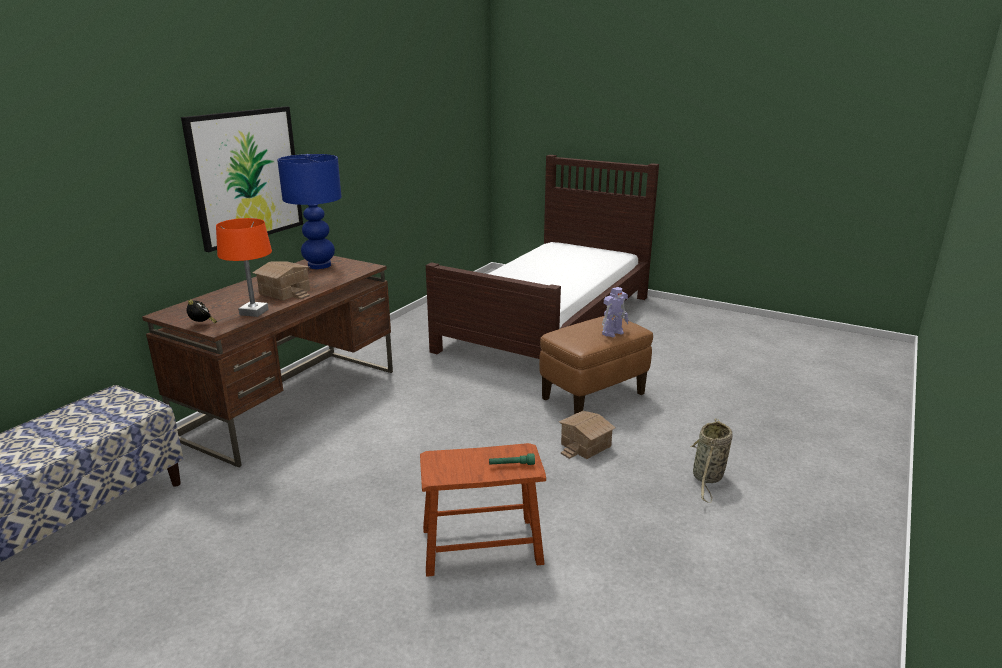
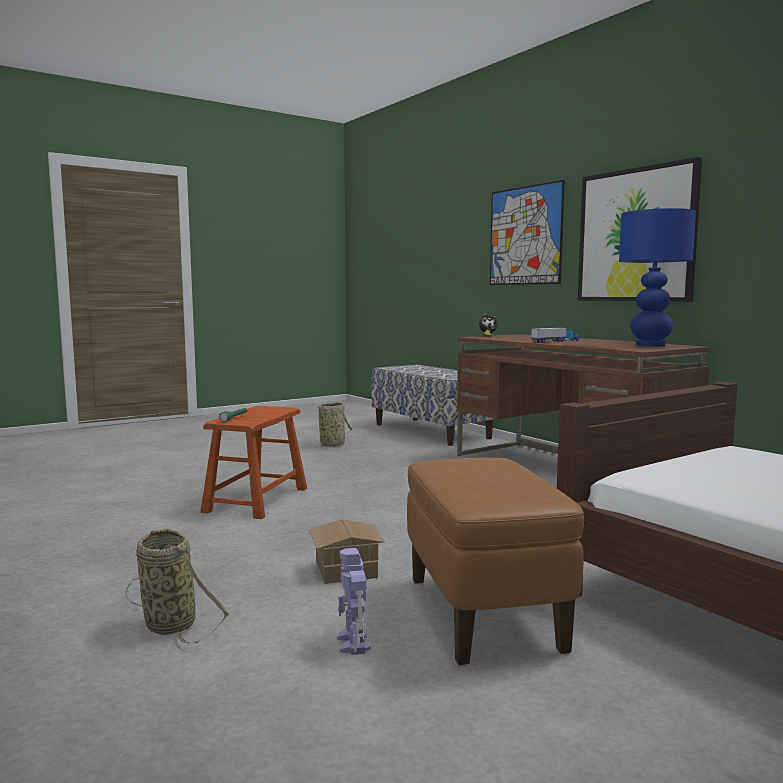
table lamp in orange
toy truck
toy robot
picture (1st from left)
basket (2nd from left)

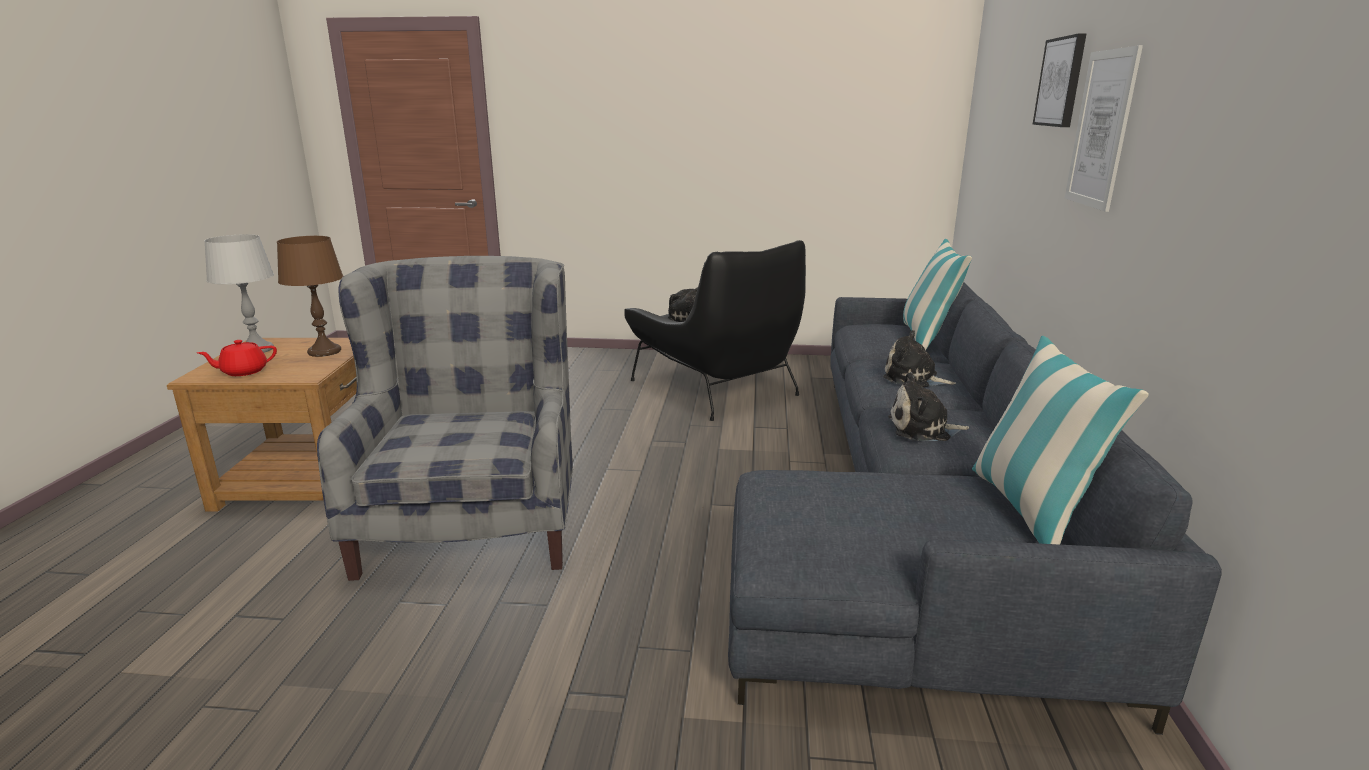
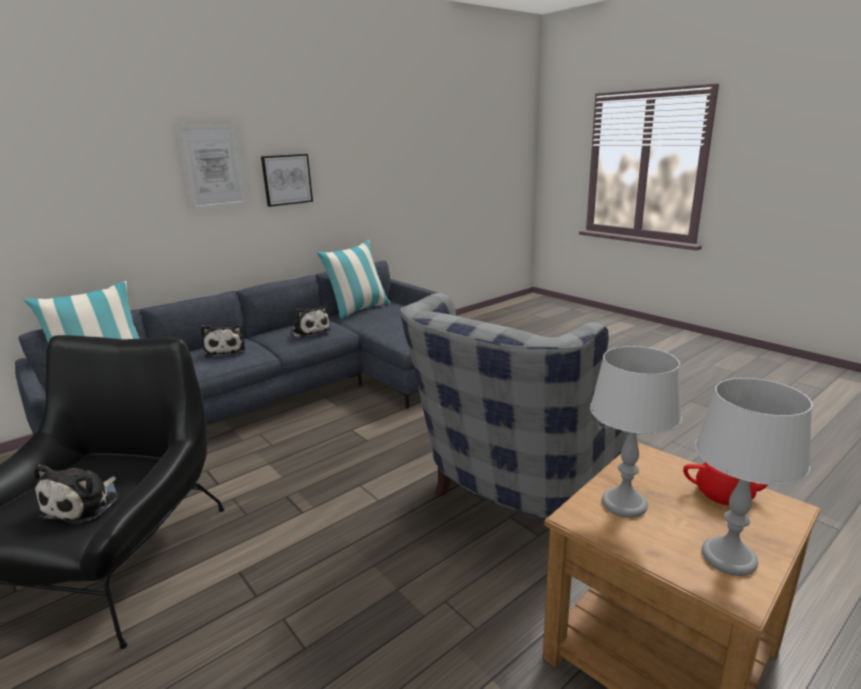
picture (2nd from left)
table lamp in grey (1st from left)

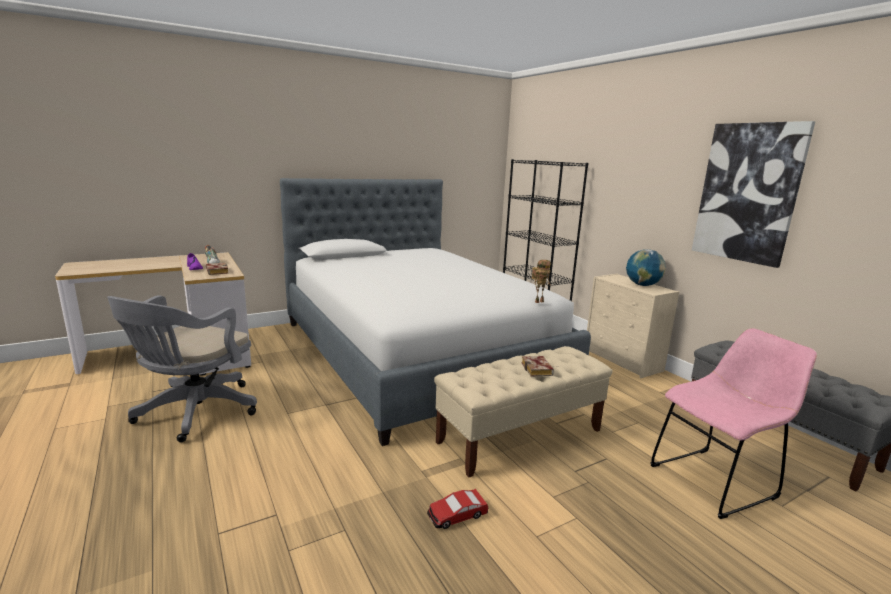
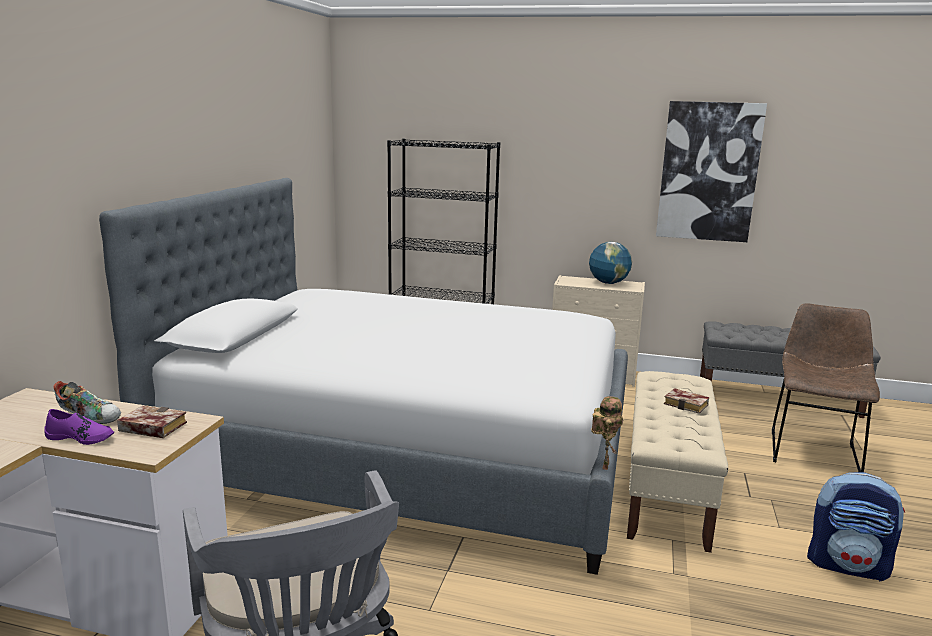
toy robot
chair in brown
toy car
backpack

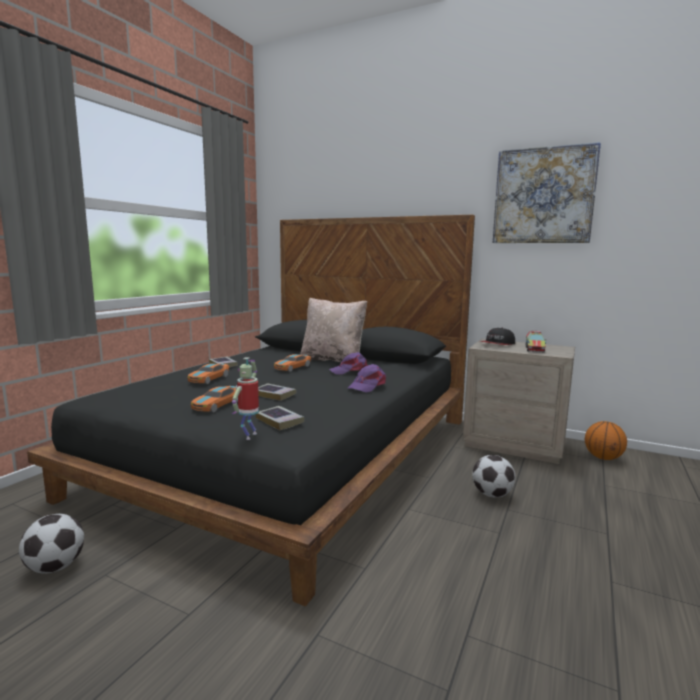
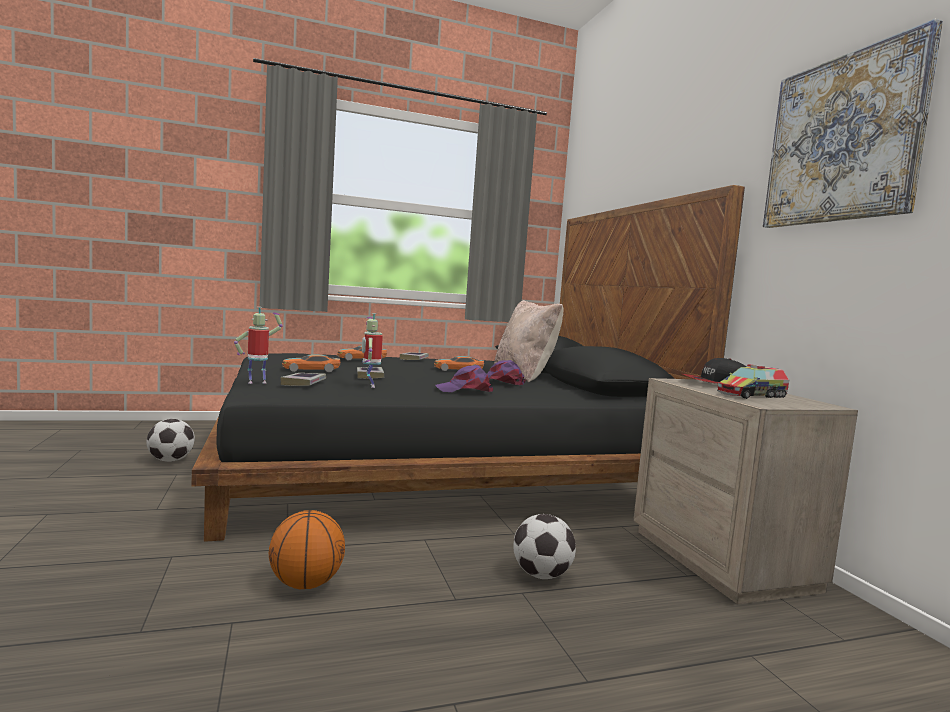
basketball
toy robot (2nd from left)

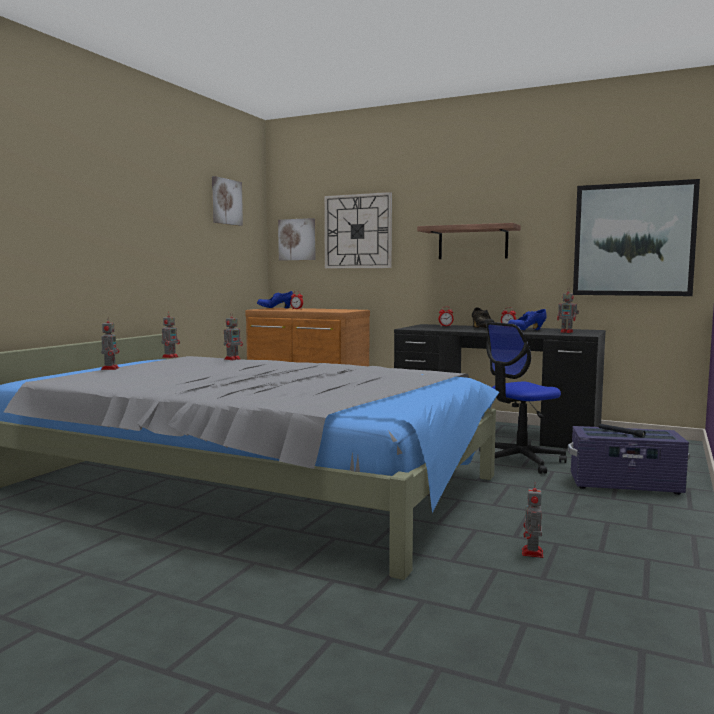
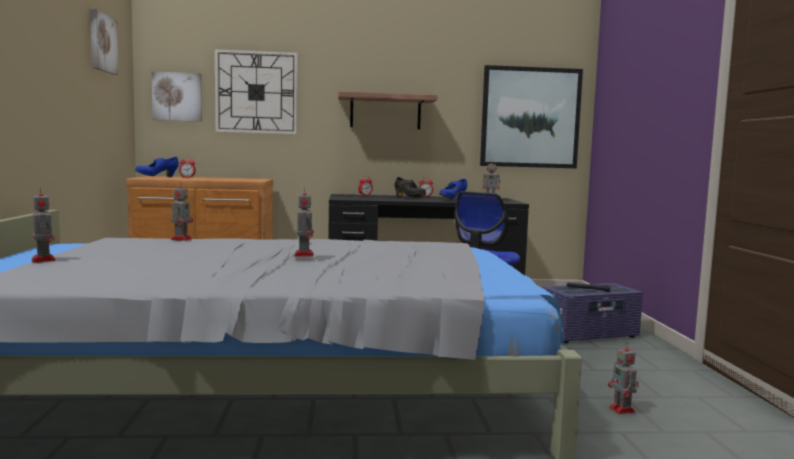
toy robot (3rd from left)

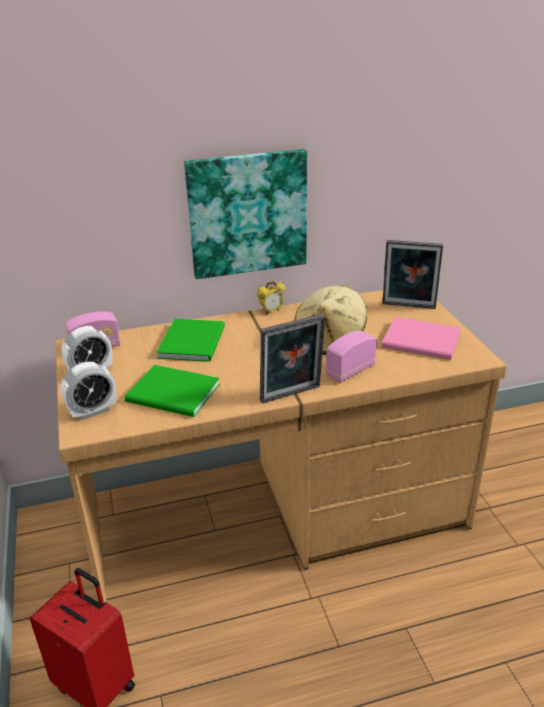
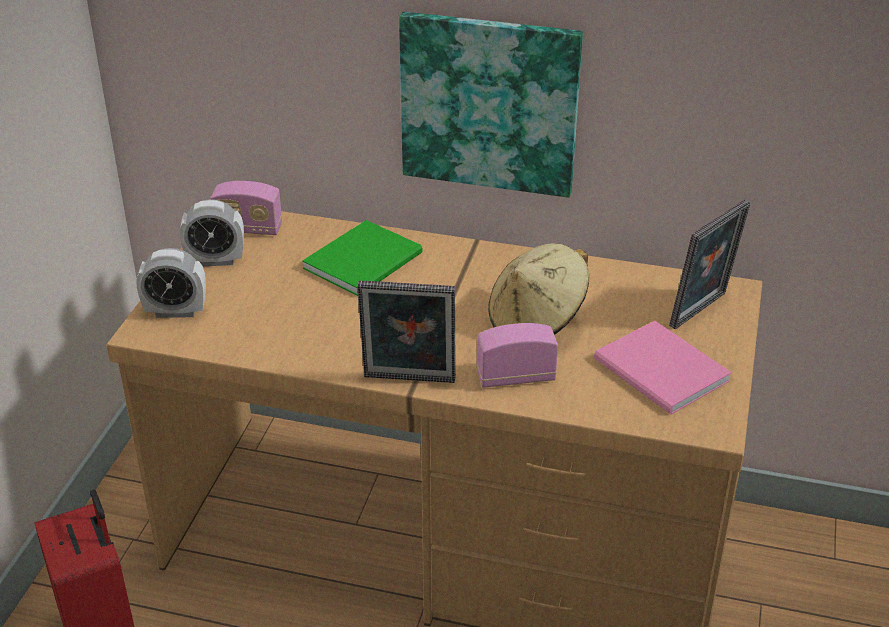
picture frame (2nd from left)
alarm clock (3rd from left in the first image)
book in green (1st from left in the first image)

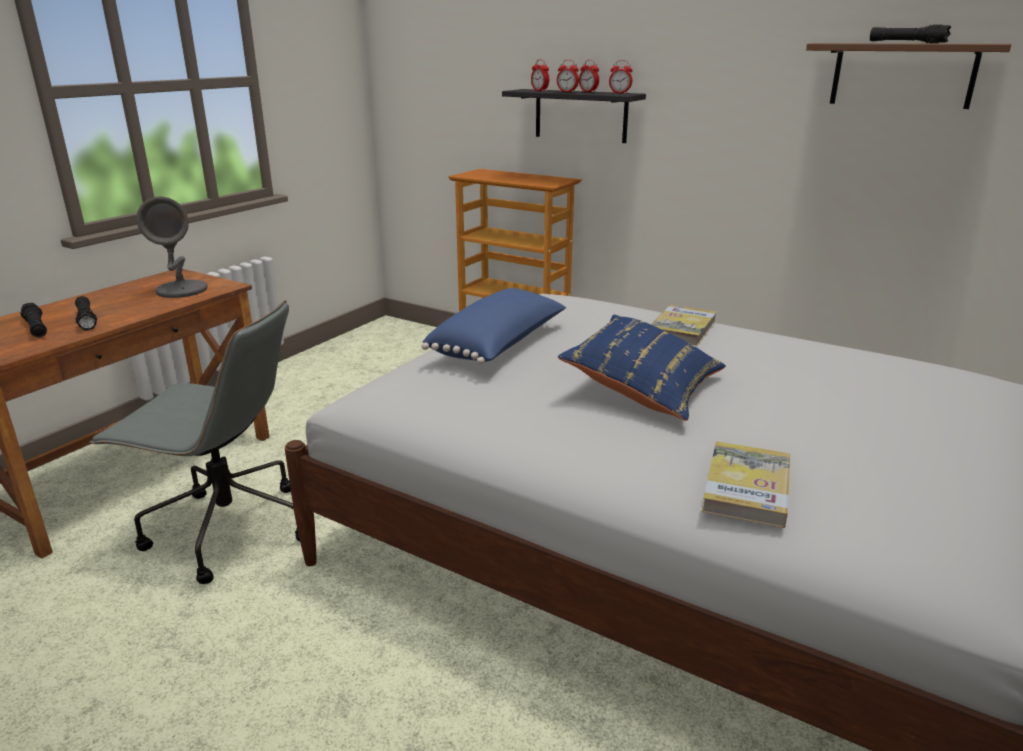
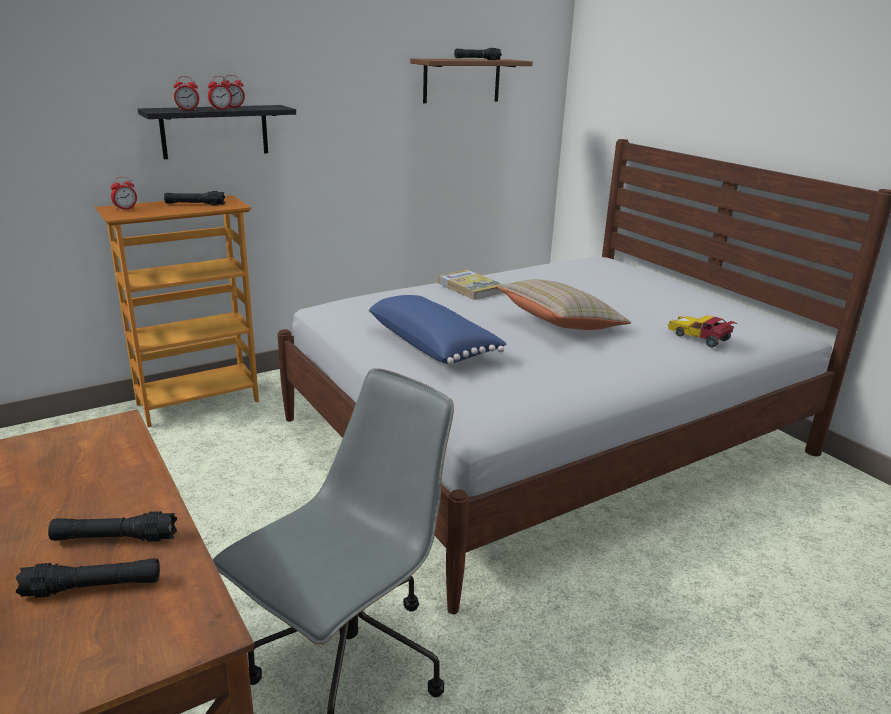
alarm clock (1st from left)
table lamp in grey
pillow in beige
toy car
flashlight in black (3rd from left)

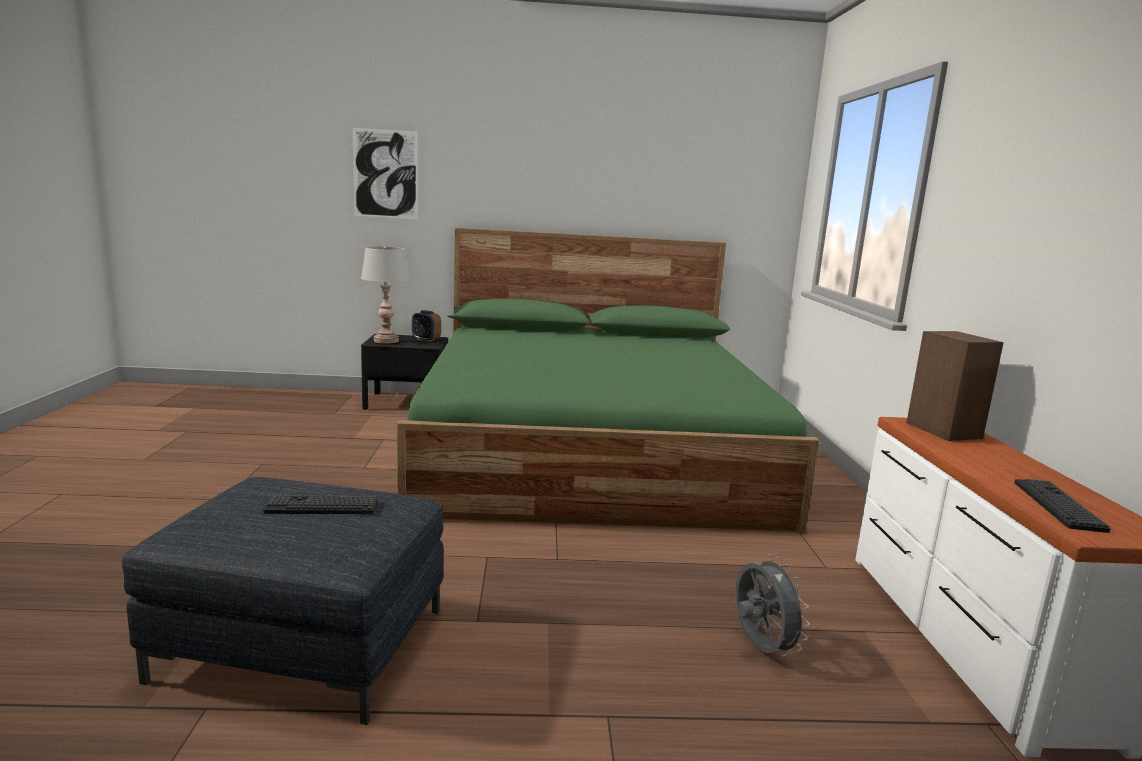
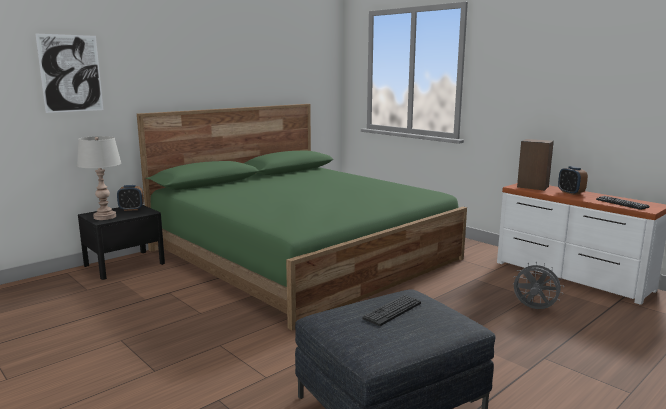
alarm clock (2nd from left)

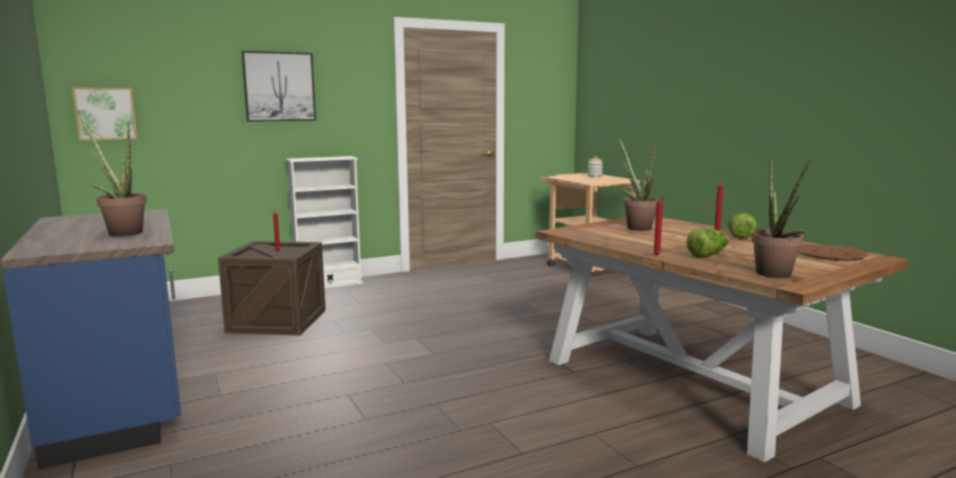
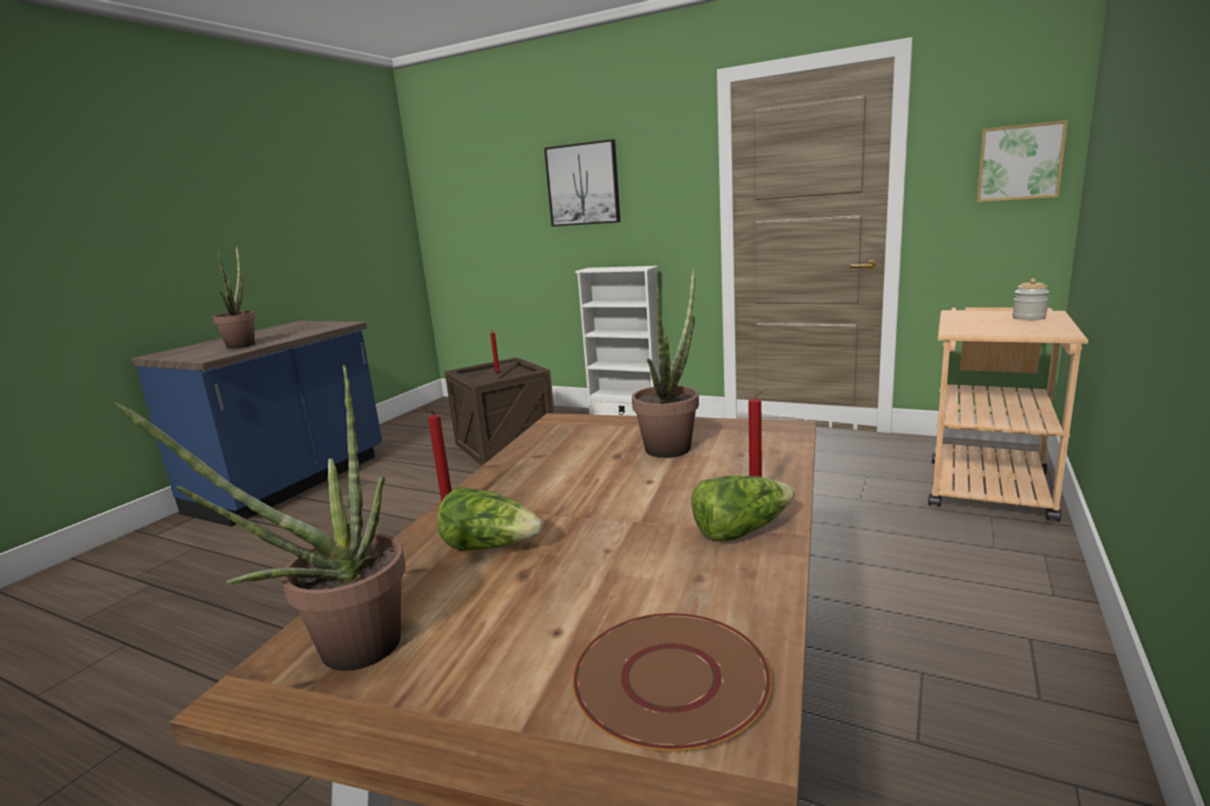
picture (2nd from left)

